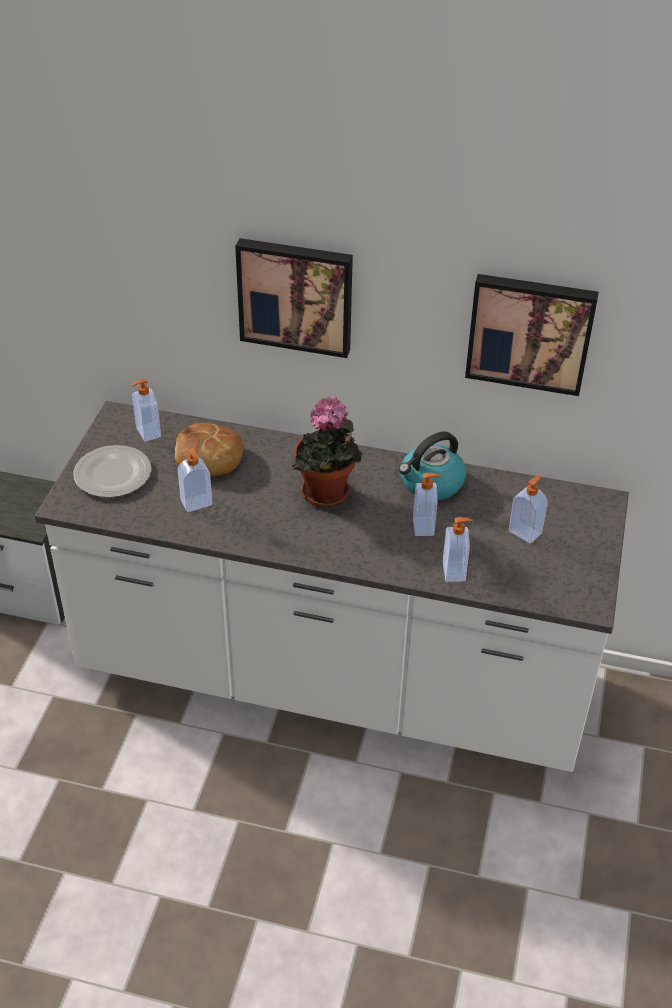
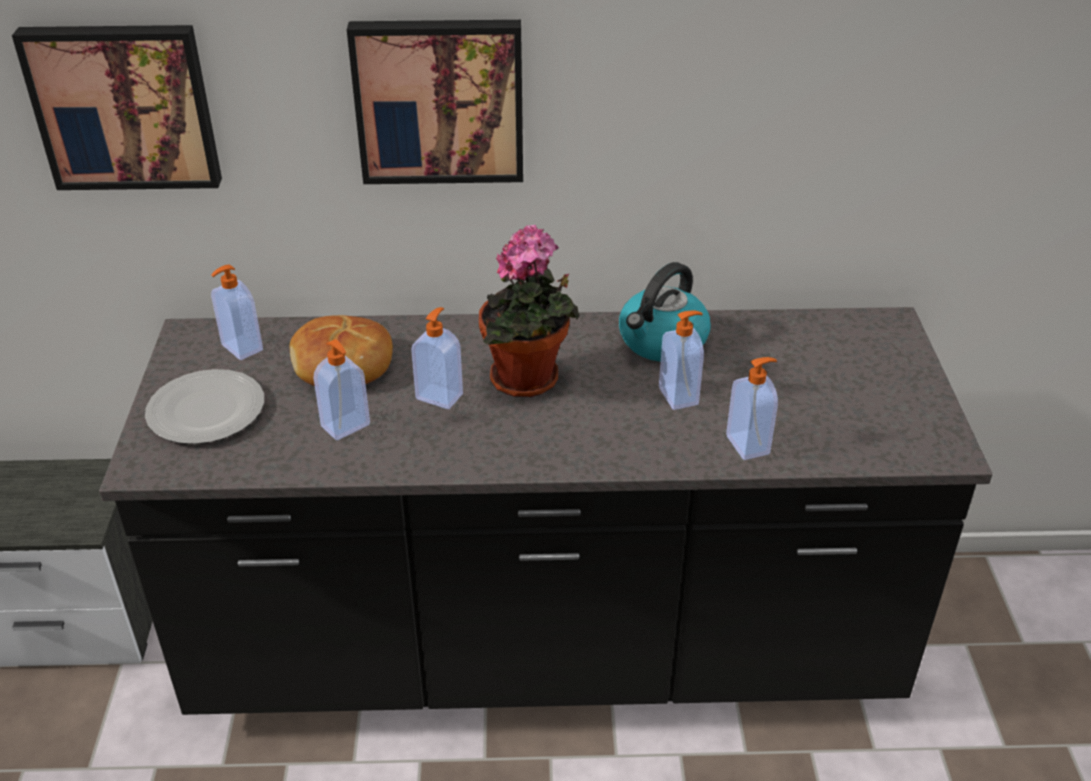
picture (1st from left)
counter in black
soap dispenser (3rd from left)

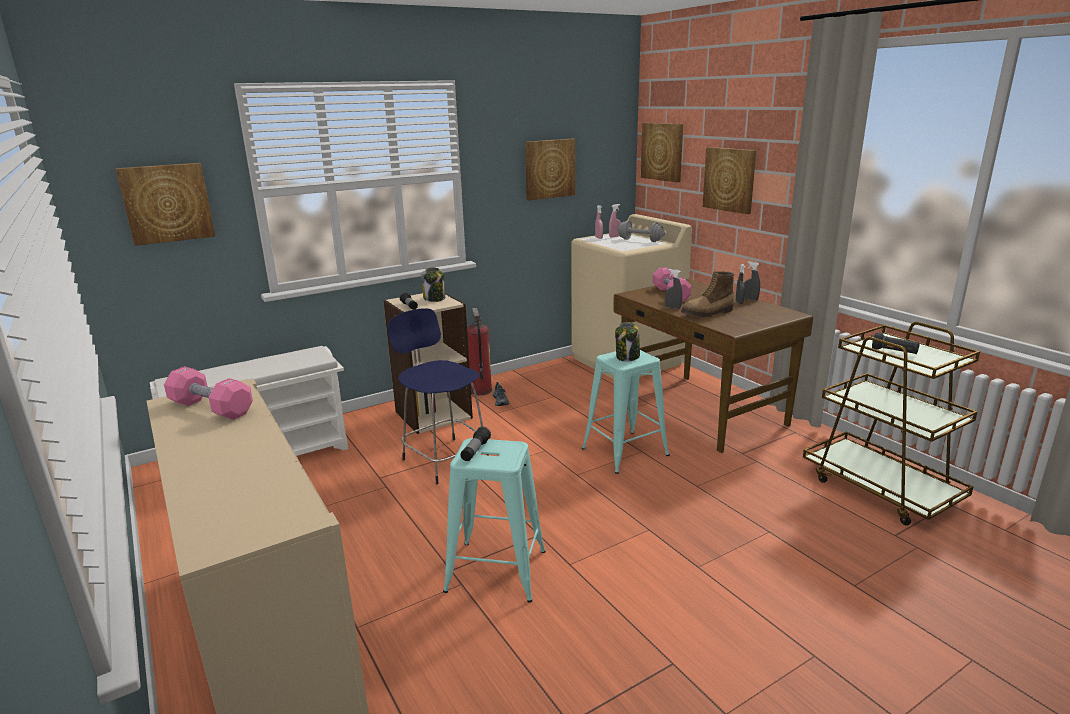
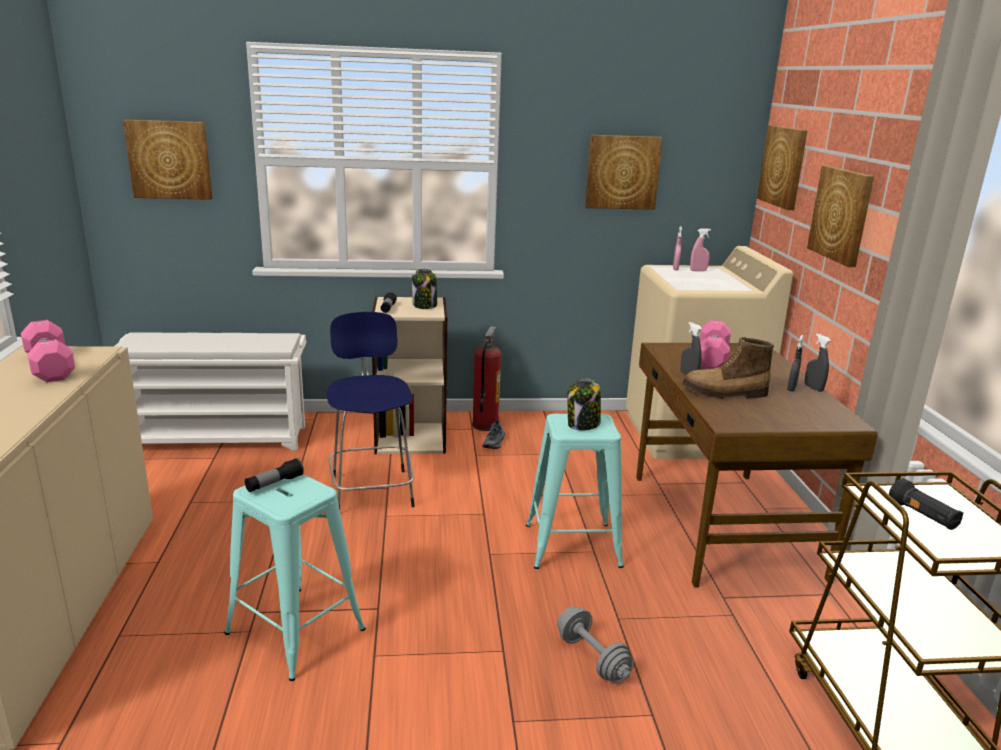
dumbbell in grey

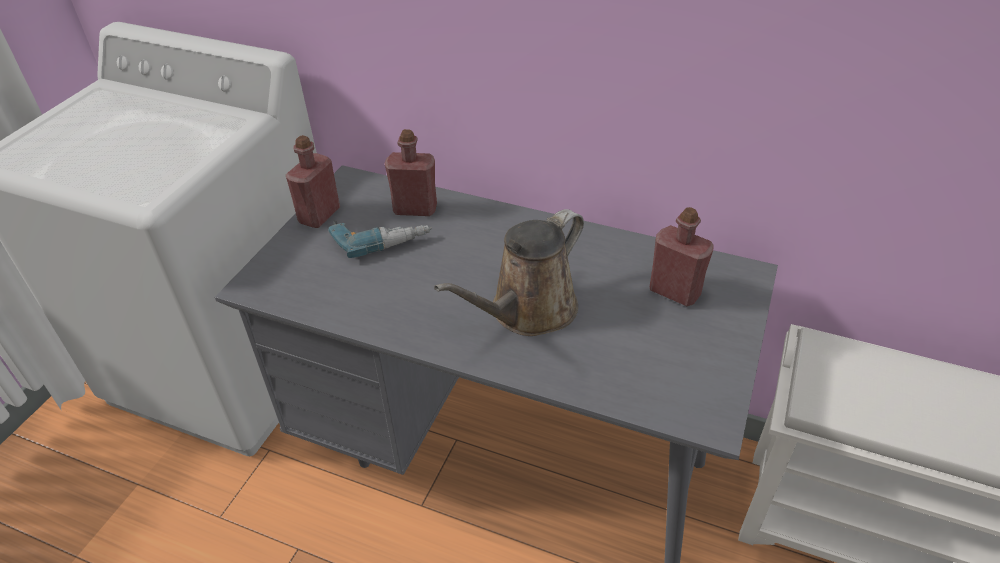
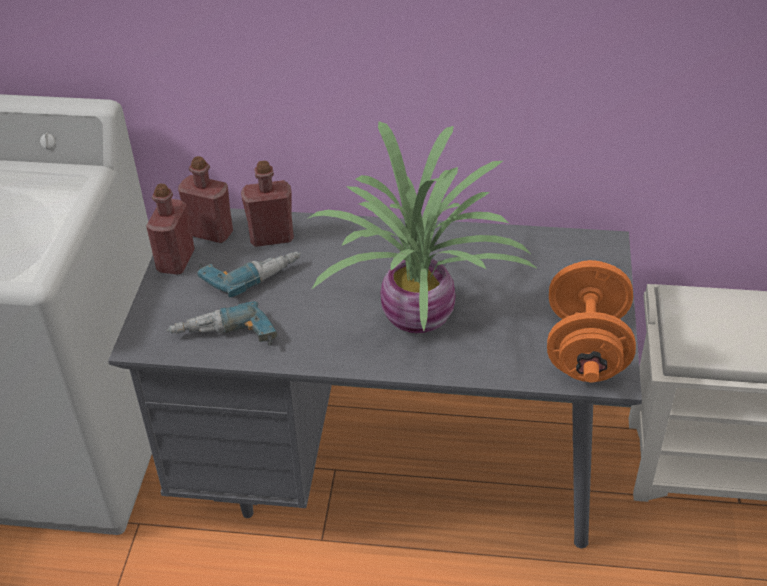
bottle in red (2nd from left)
potted plant
dumbbell in orange
power drill (1st from left)

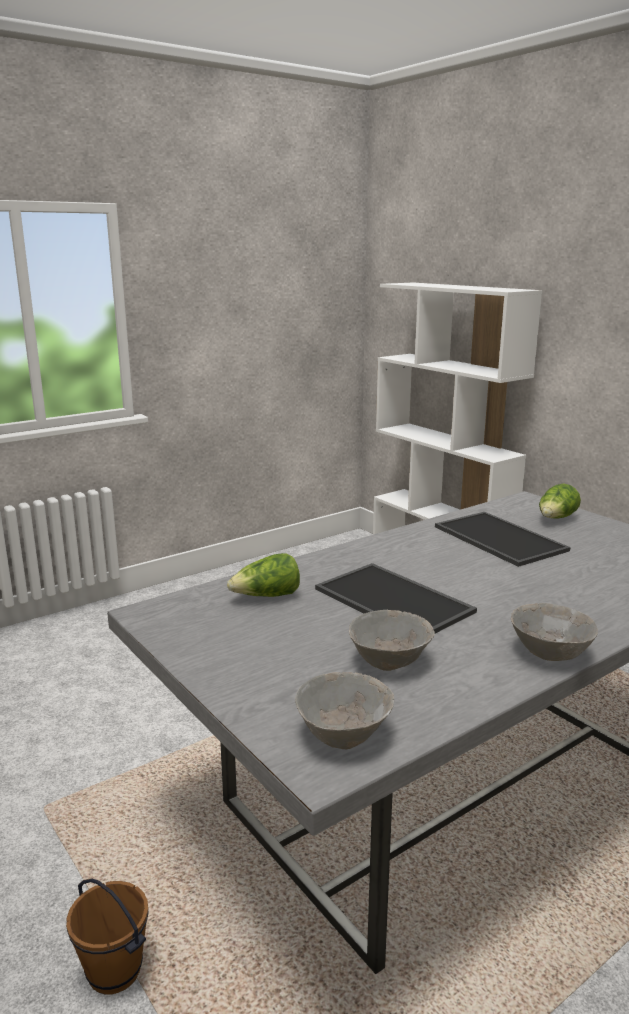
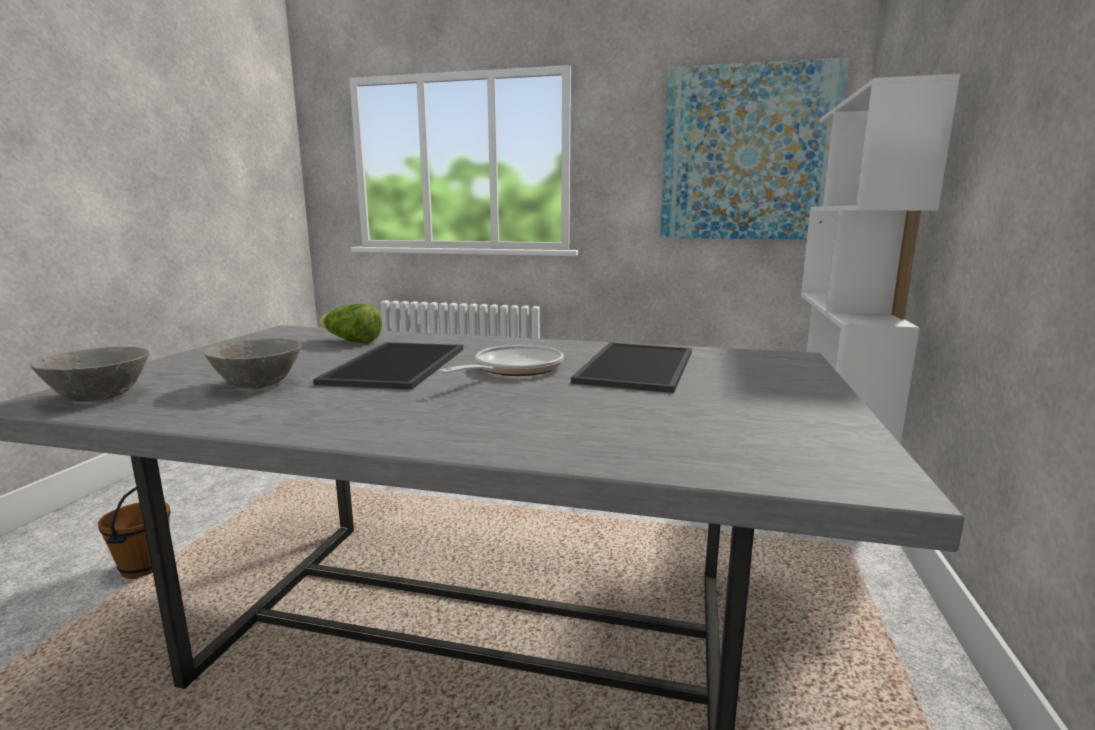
lettuce (2nd from left in the first image)
bowl in grey (3rd from left in the first image)
picture
frying pan

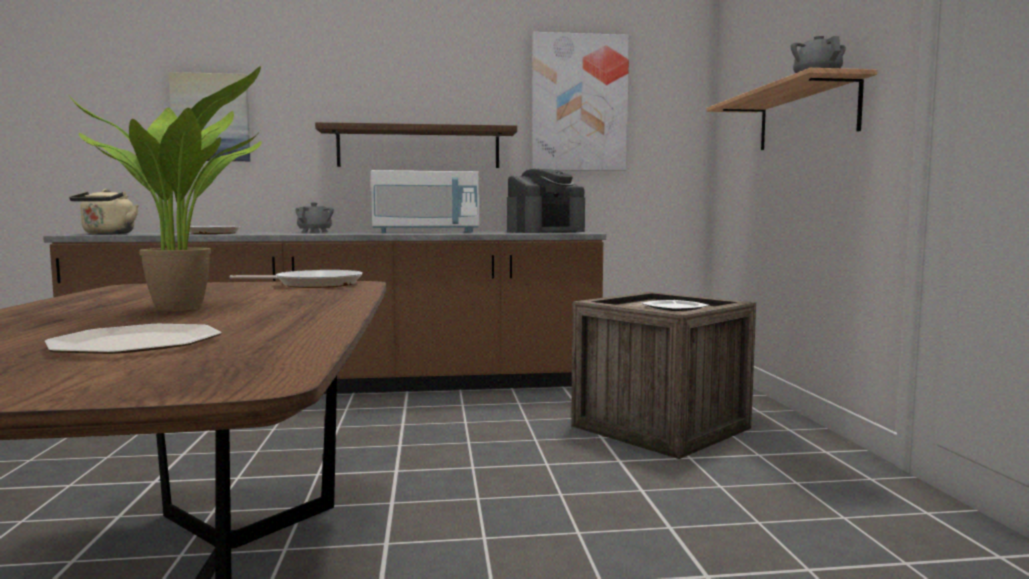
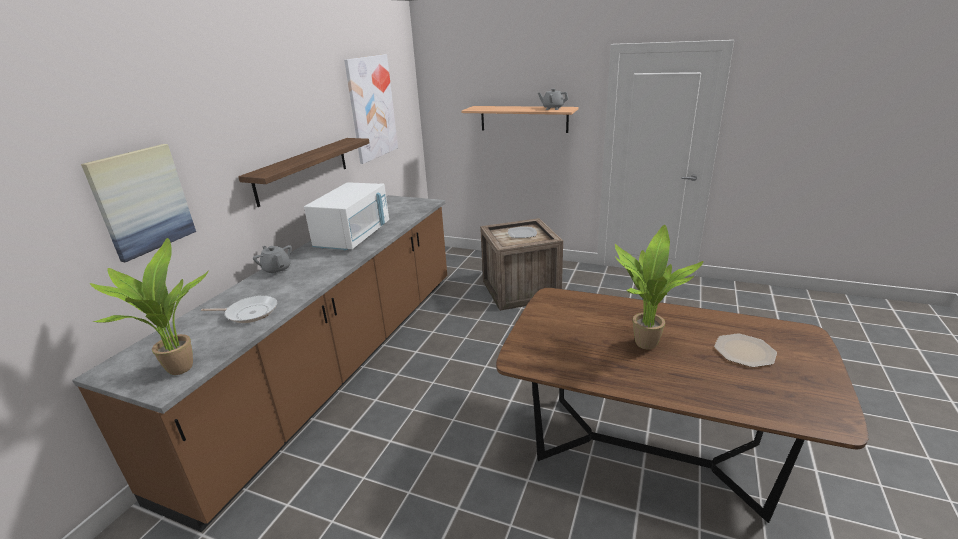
coffee machine
potted plant (1st from left)
frying pan (2nd from left in the first image)

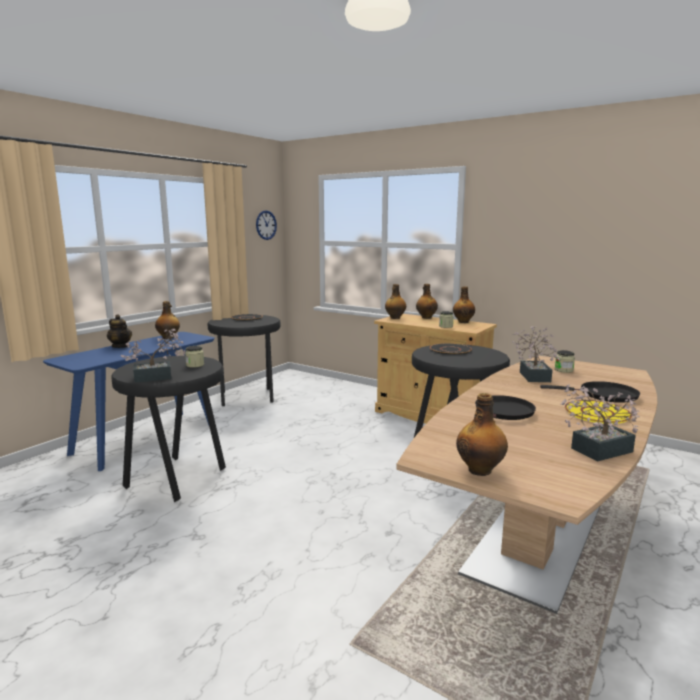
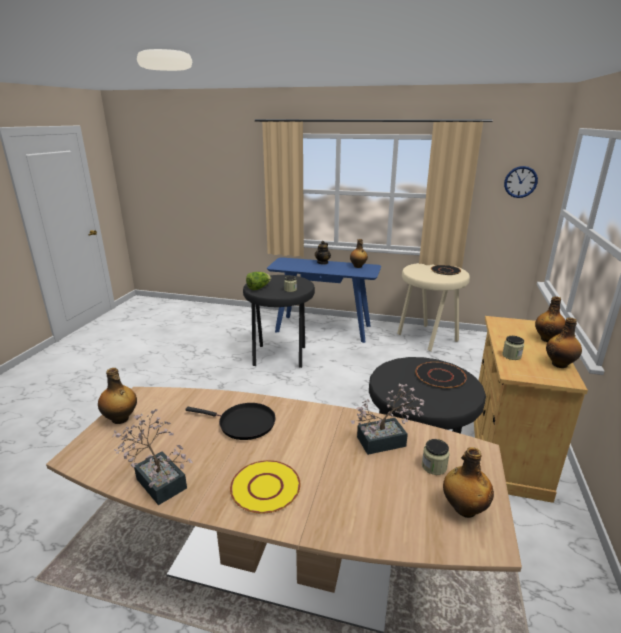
bottle (3rd from left)
stool in beige
lettuce
frying pan in black (2nd from left in the first image)

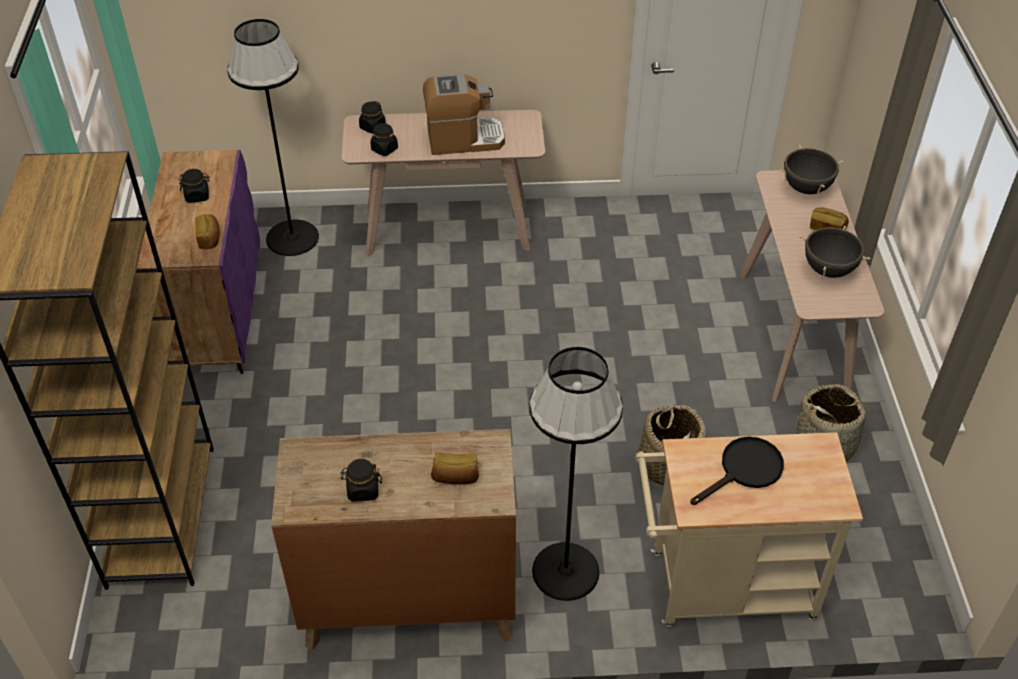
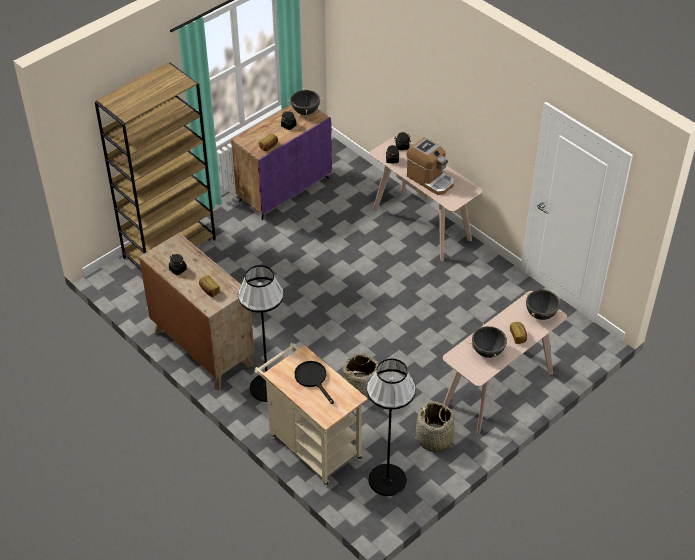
floor lamp in black (2nd from left)
frying pan in black
cooking pot in black (1st from left)

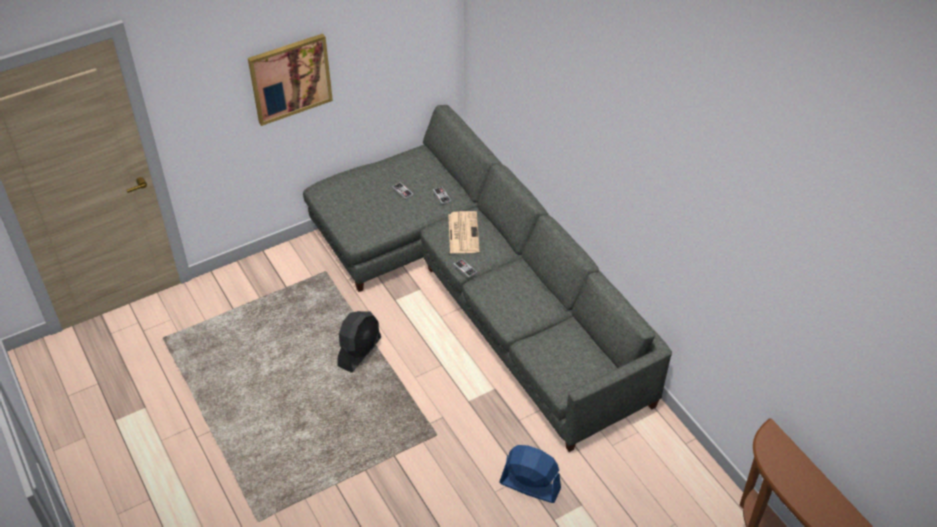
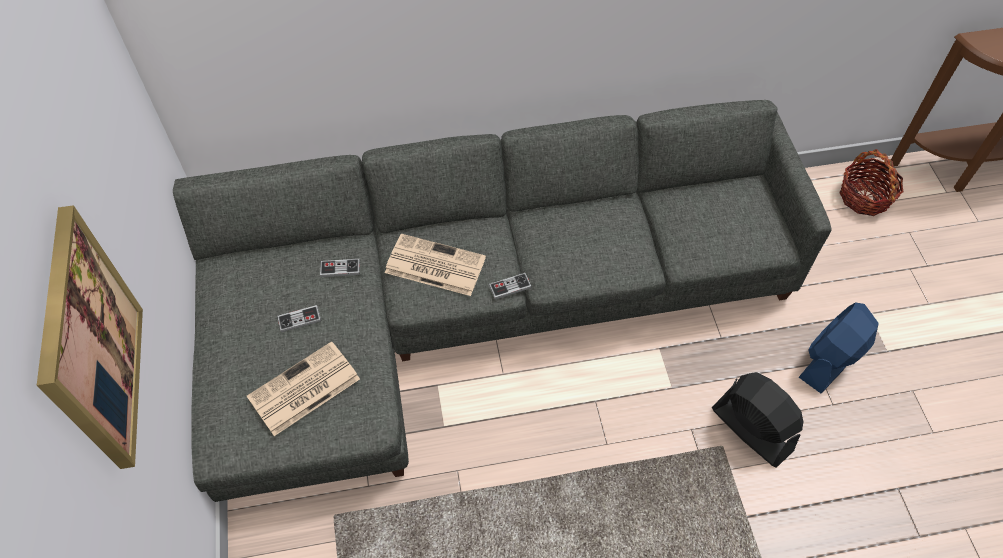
fan in black
basket
newspaper (1st from left)

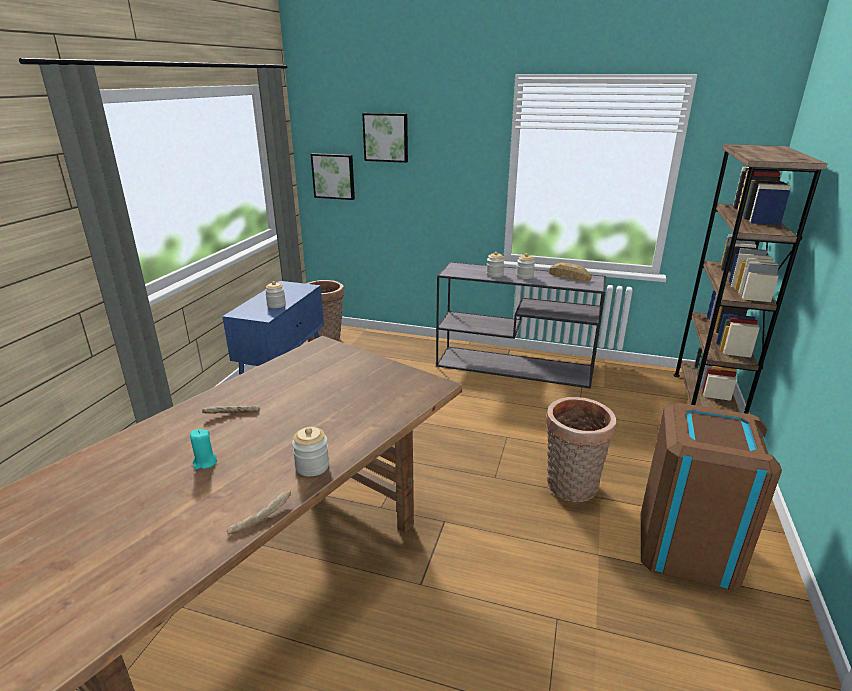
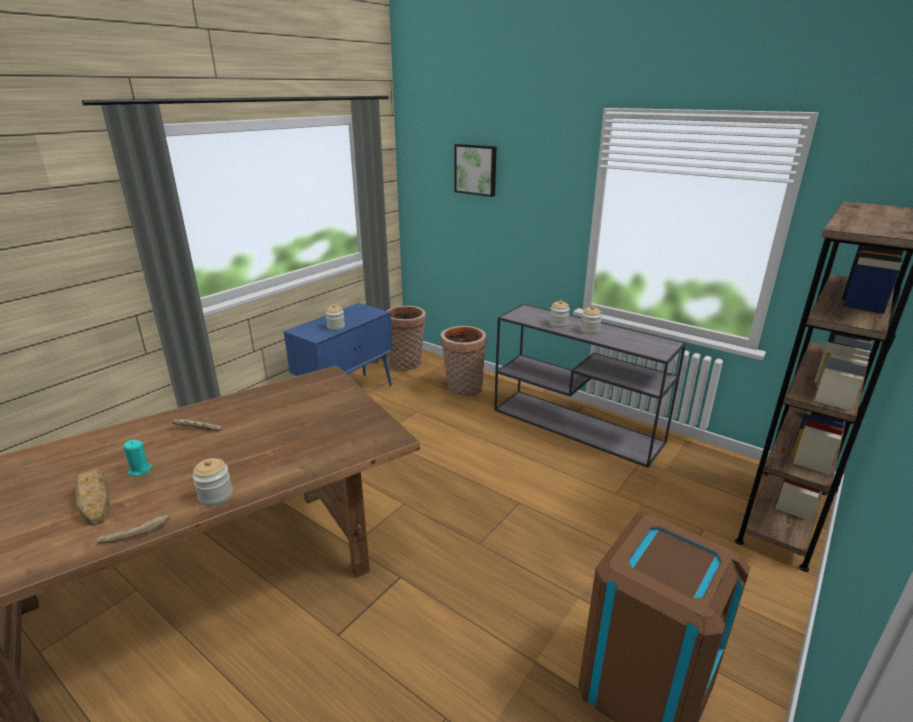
picture (1st from left in the first image)
bread (1st from left)
basket (2nd from left)

